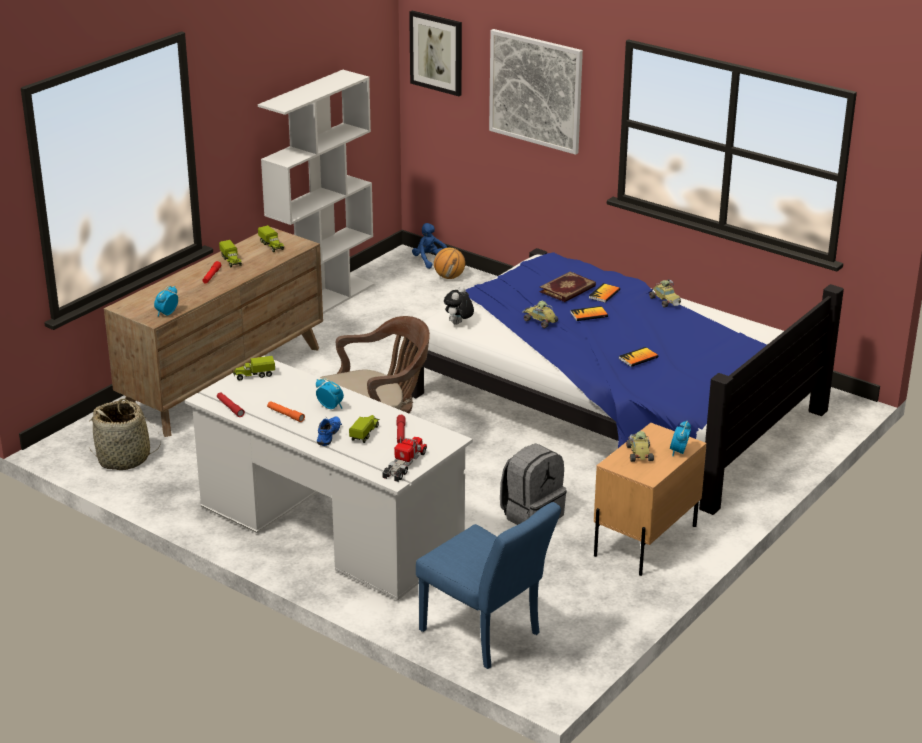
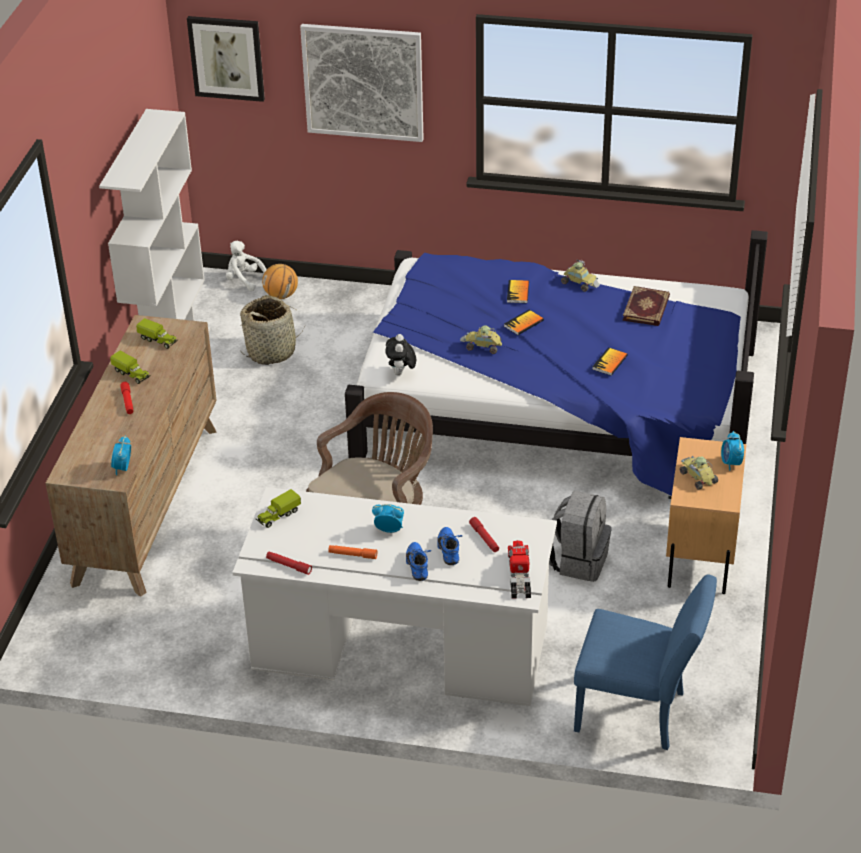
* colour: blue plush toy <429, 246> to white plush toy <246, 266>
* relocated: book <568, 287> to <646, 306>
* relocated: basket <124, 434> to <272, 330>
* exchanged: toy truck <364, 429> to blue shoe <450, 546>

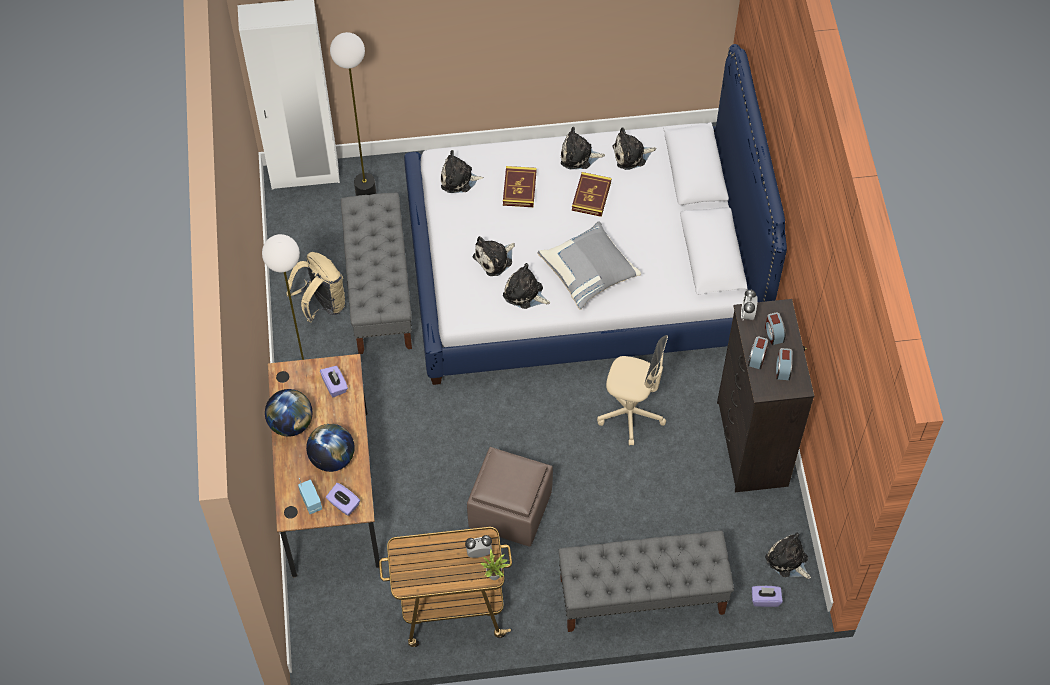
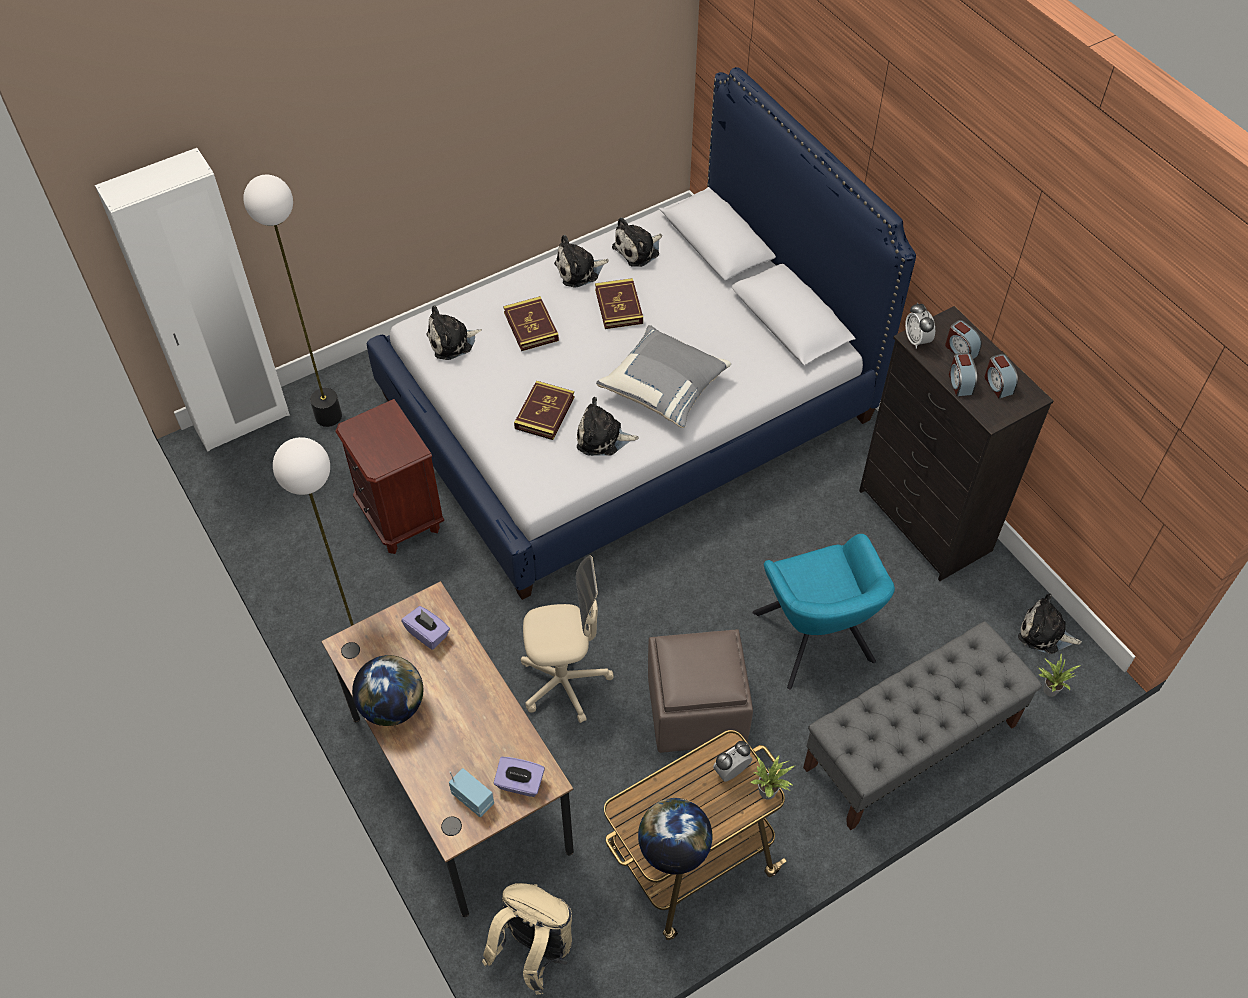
* exchanged: grey bench <376, 273> to brown nightstand <389, 476>
* exchanged: plush toy <494, 256> to book <544, 410>
* relocated: beige backpack <315, 287> to <527, 939>
* relocated: beige office chair <632, 390> to <567, 639>
* relocated: globe <330, 448> to <675, 836>
* exchanged: purple tissue box <767, 596> to potted plant <1059, 675>
* appeared: turquoise armchair <823, 612>

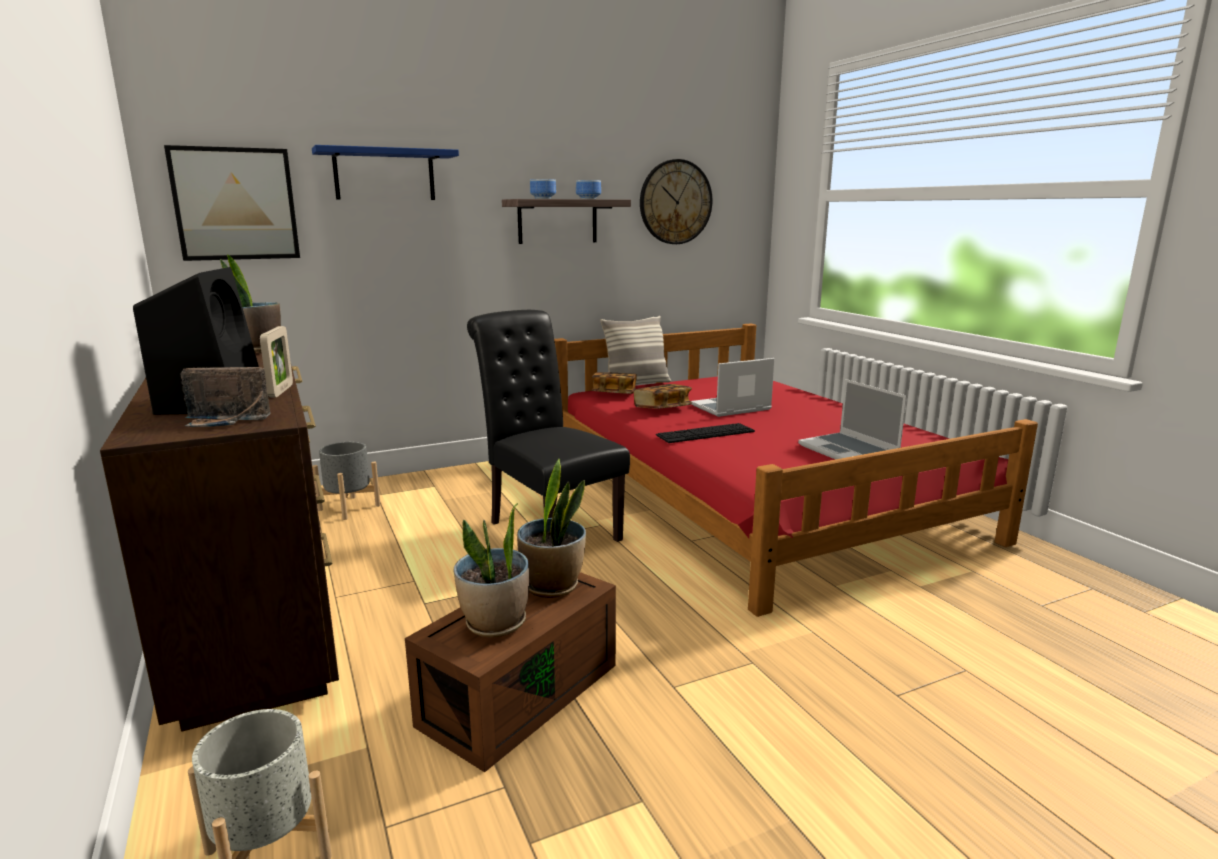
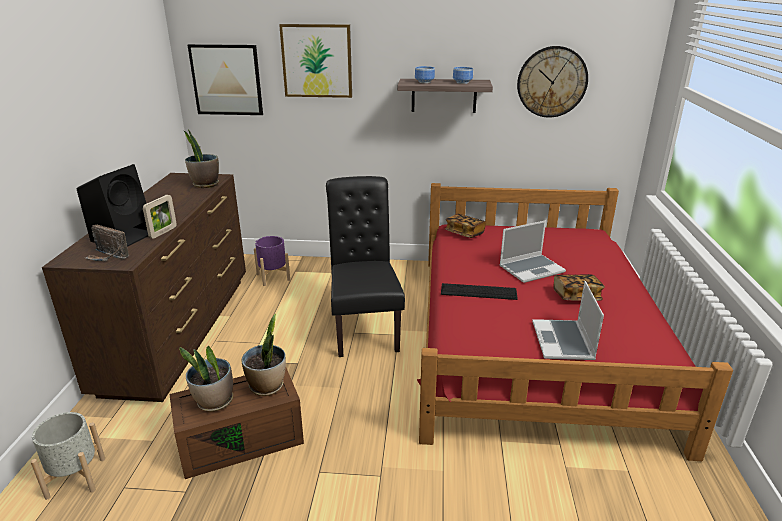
* exchanged: blue shelf <385, 172> to picture <315, 61>
* missing: pillow <635, 350>
* spun: laptop <733, 387> = <533, 251> 150 degrees clockwise
* relocated: book <663, 396> to <579, 287>
* colour: grey planter <346, 481> to purple planter <272, 261>

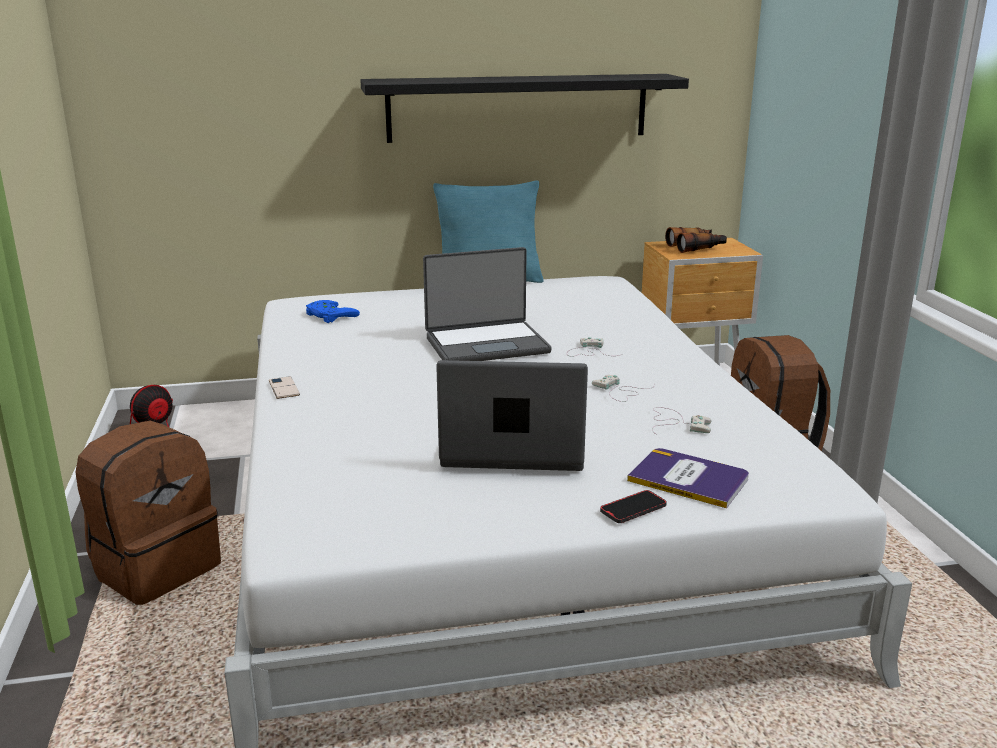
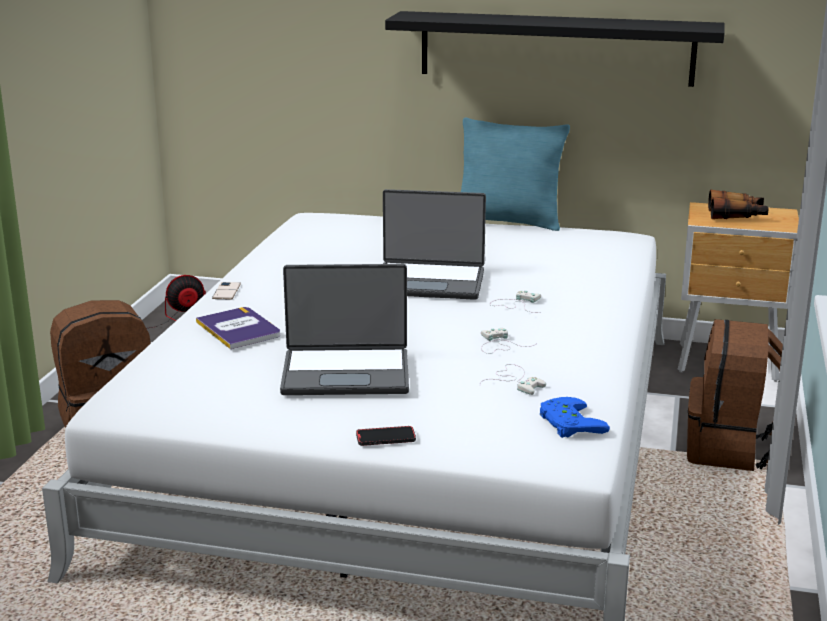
* relocated: blue game controller <333, 311> to <575, 417>
* spun: laptop <512, 415> = <344, 329> 150 degrees clockwise
* relocated: book <688, 478> to <238, 328>

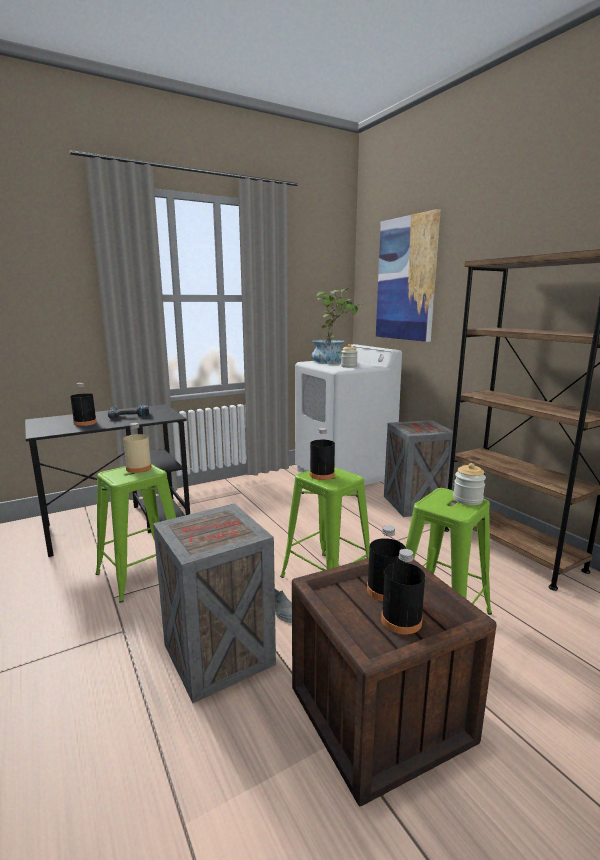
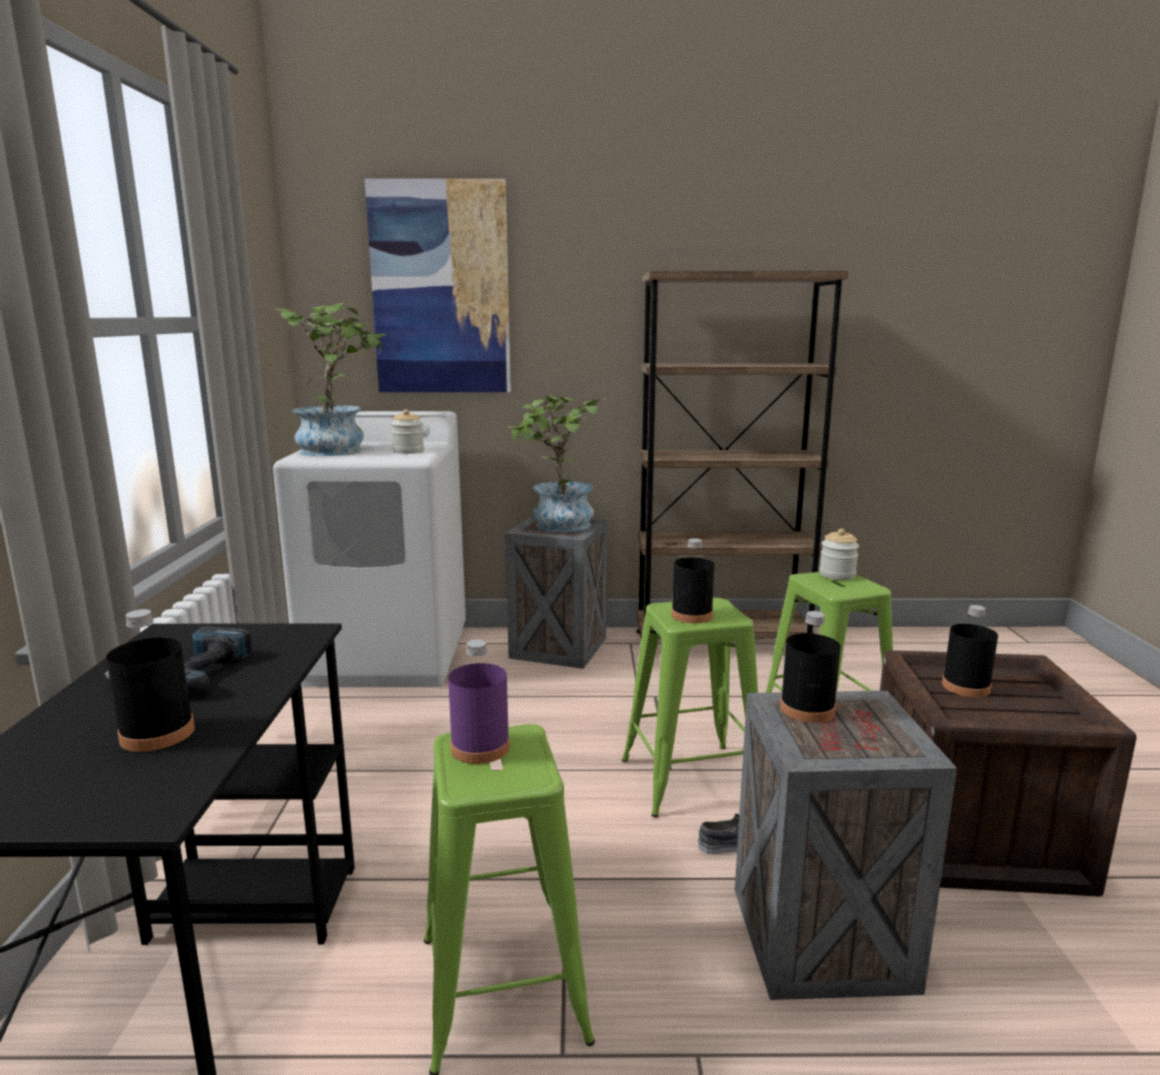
* colour: beige bottle <137, 448> to purple bottle <479, 701>
* relocated: black bottle <403, 592> to <810, 667>
* appeared: potted plant <557, 464>

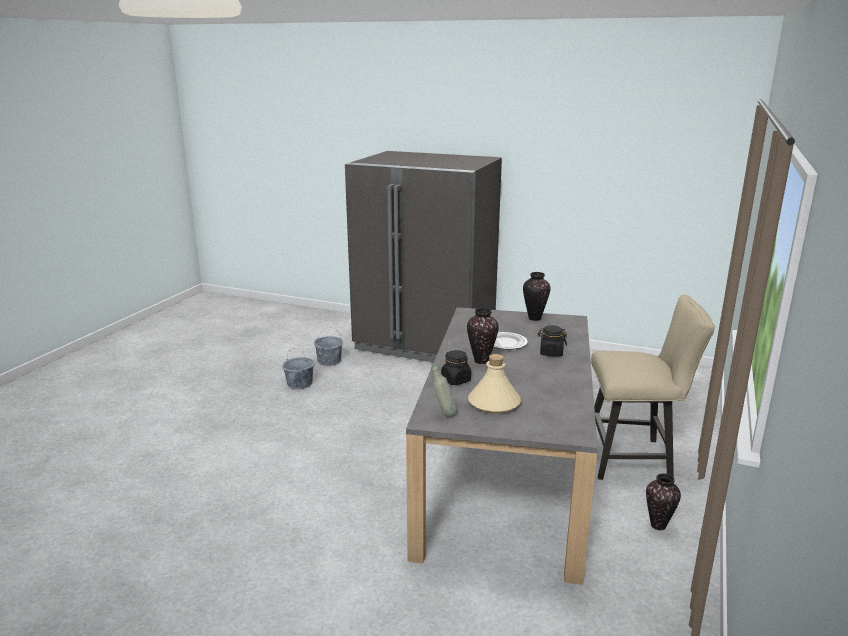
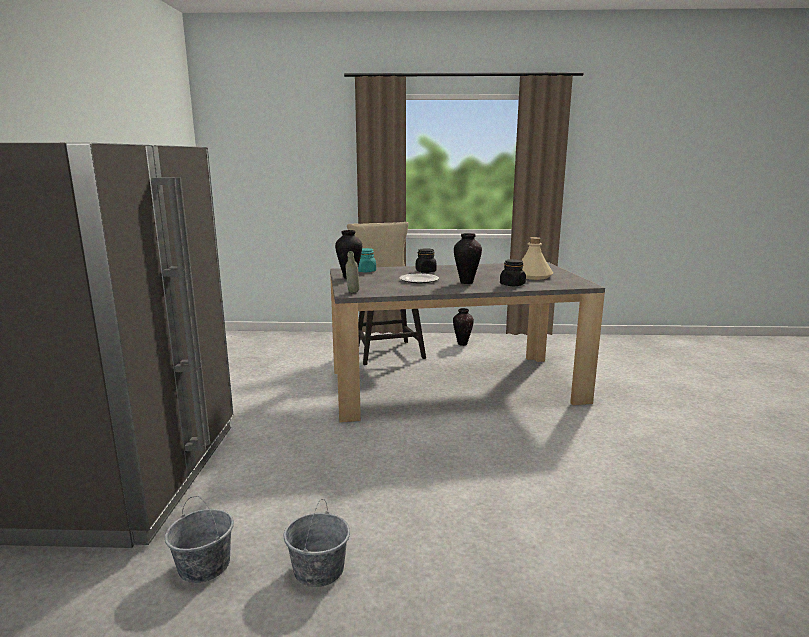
* relocated: grey bottle <444, 390> to <352, 272>
* appeared: turquoise jar <367, 260>

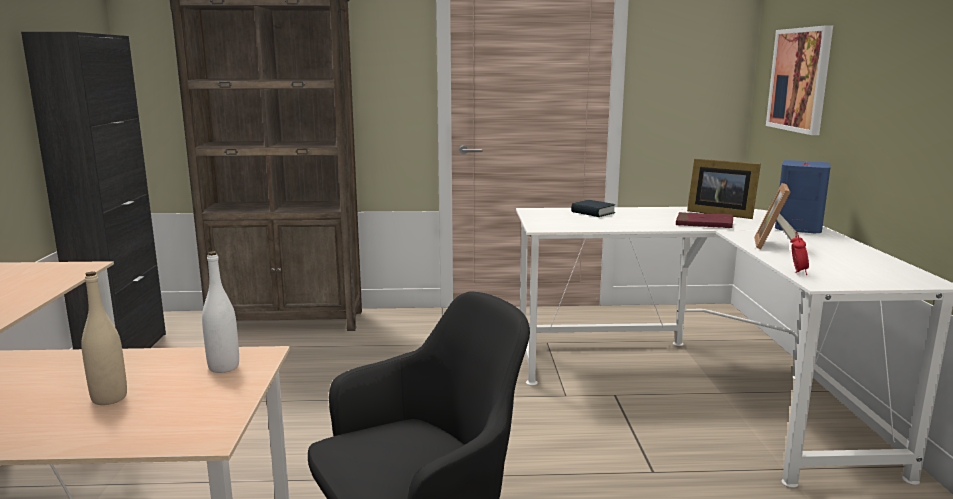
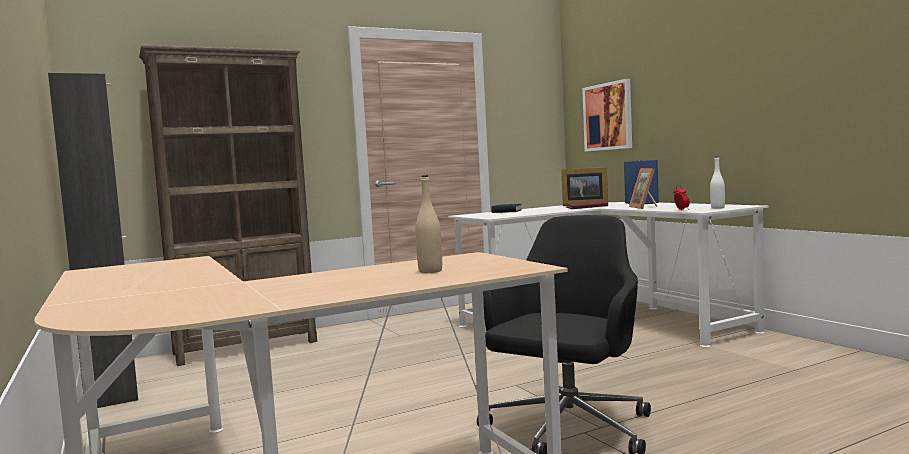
* relocated: white bottle <220, 312> to <717, 183>

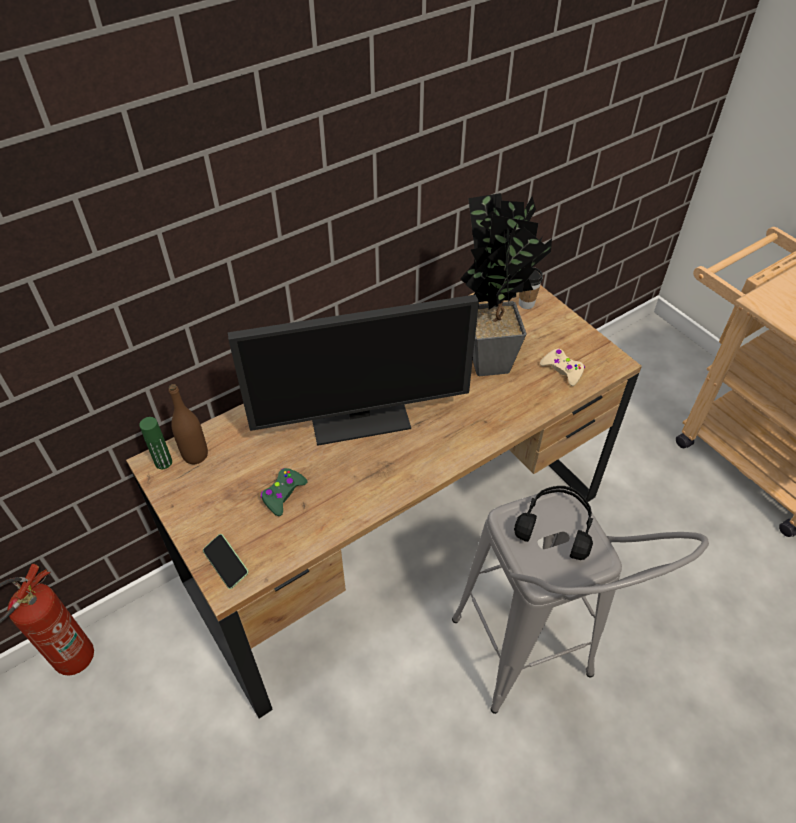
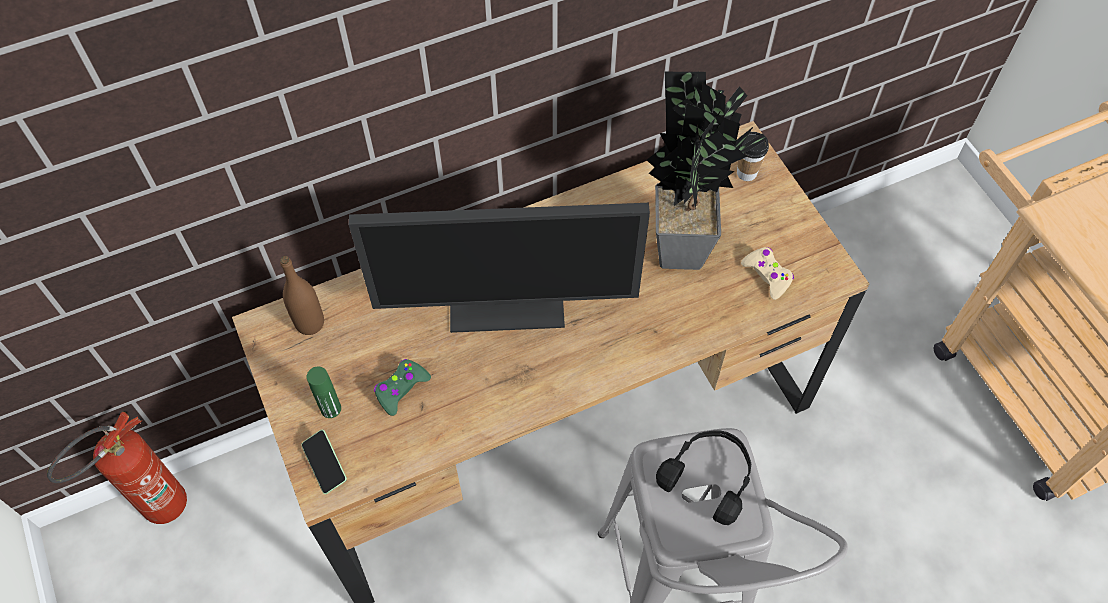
* relocated: green bottle <155, 443> to <324, 392>

